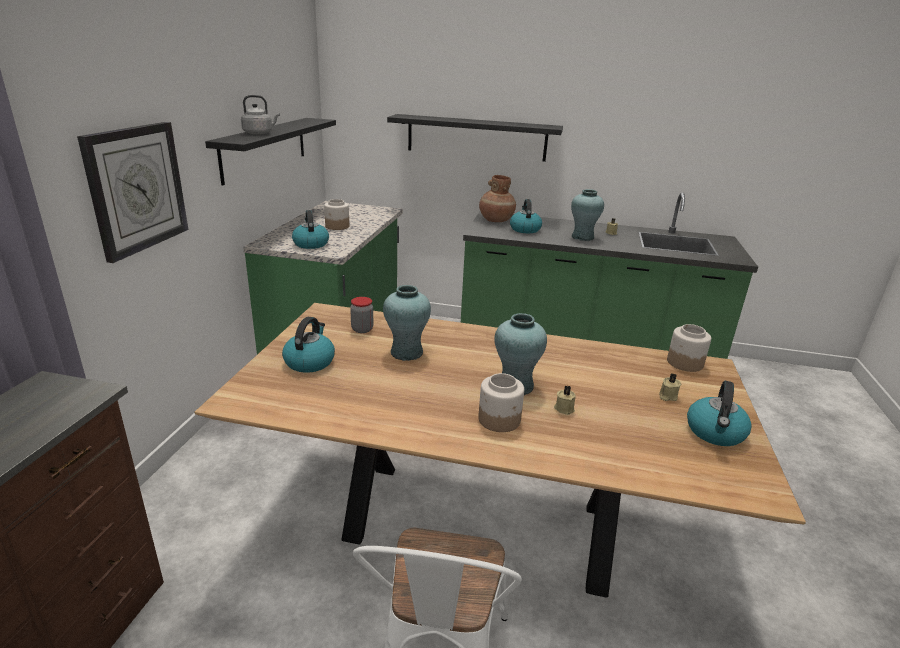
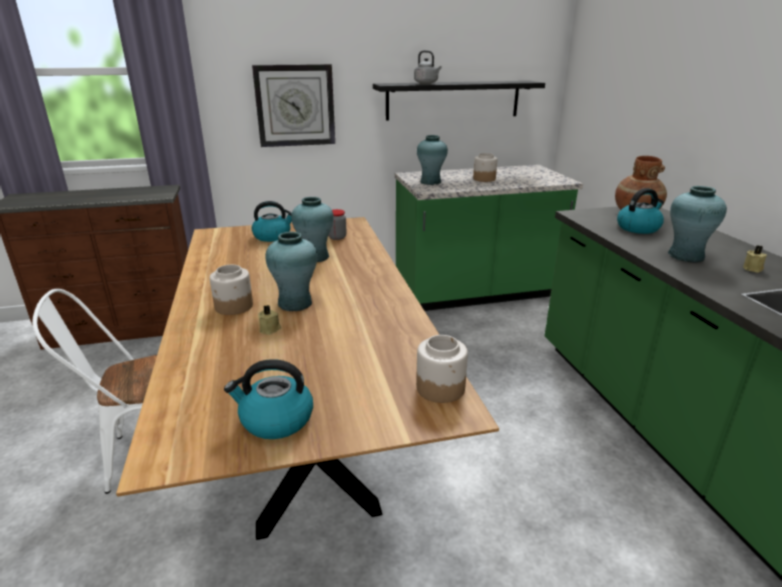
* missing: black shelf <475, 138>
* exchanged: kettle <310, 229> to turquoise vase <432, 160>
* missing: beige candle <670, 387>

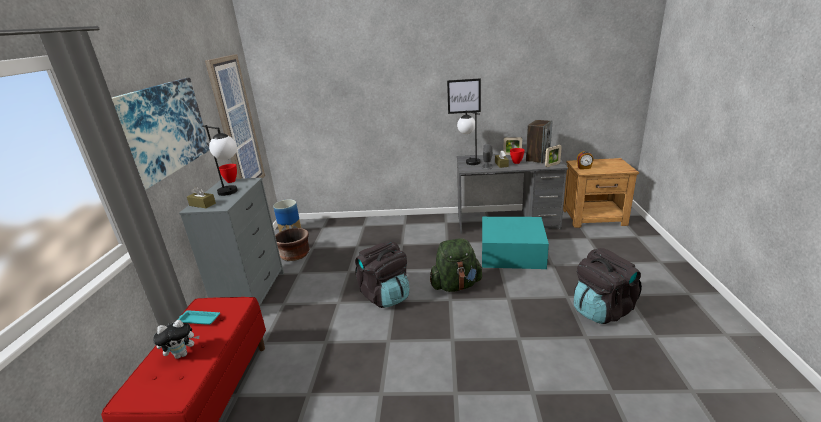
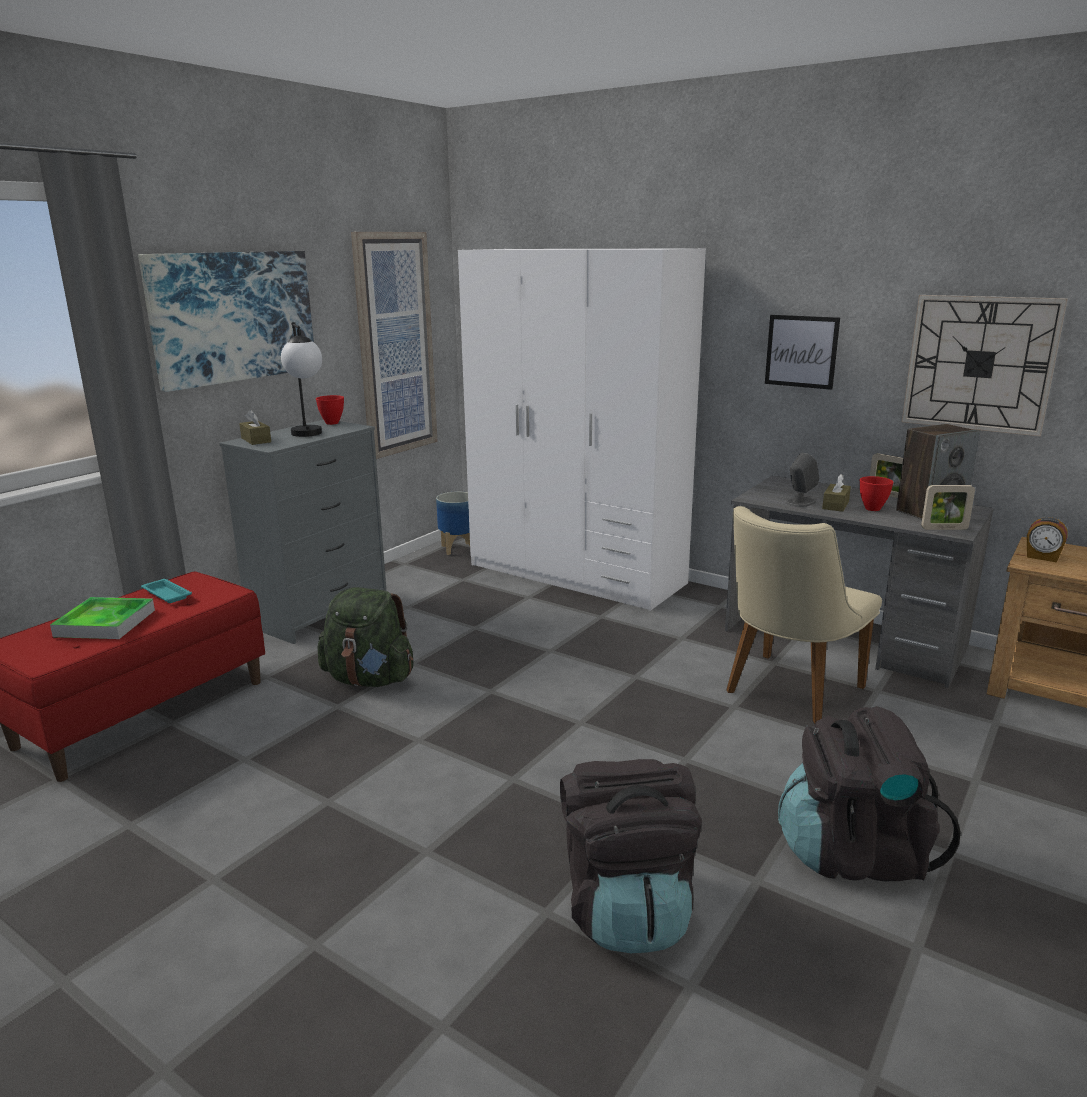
* missing: table lamp <468, 137>
* exchanged: turquoise storage box <515, 243> to beige chair <804, 615>
* missing: brown planter <292, 244>
* relocated: green backpack <456, 265> to <365, 637>
* relocated: black backpack <382, 274> to <631, 856>
* exchanged: plush toy <176, 339> to tray <102, 618>
* appeared: white wardrobe <582, 429>
* appeared: wall clock <985, 365>

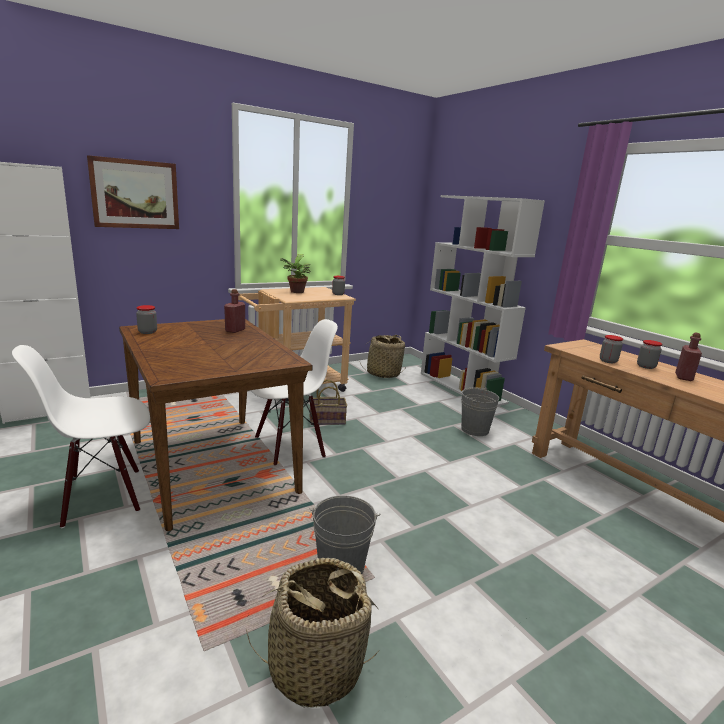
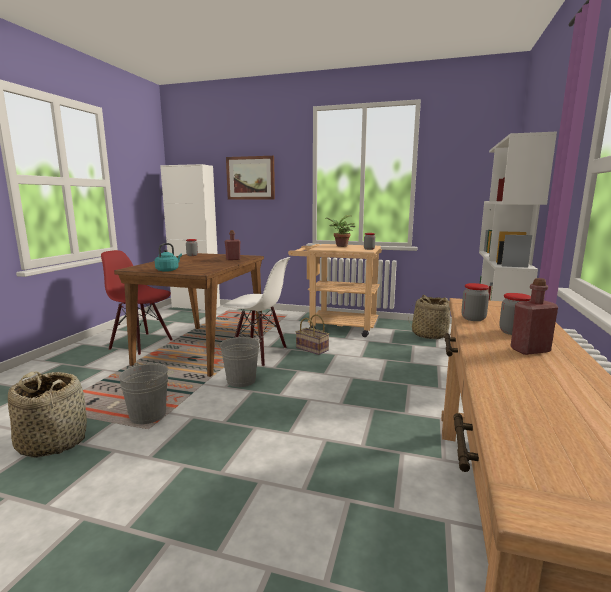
* colour: white chair <81, 436> to red chair <136, 302>
* relocated: grey bucket <480, 411> to <239, 362>
* appeared: turquoise kettle <168, 257>

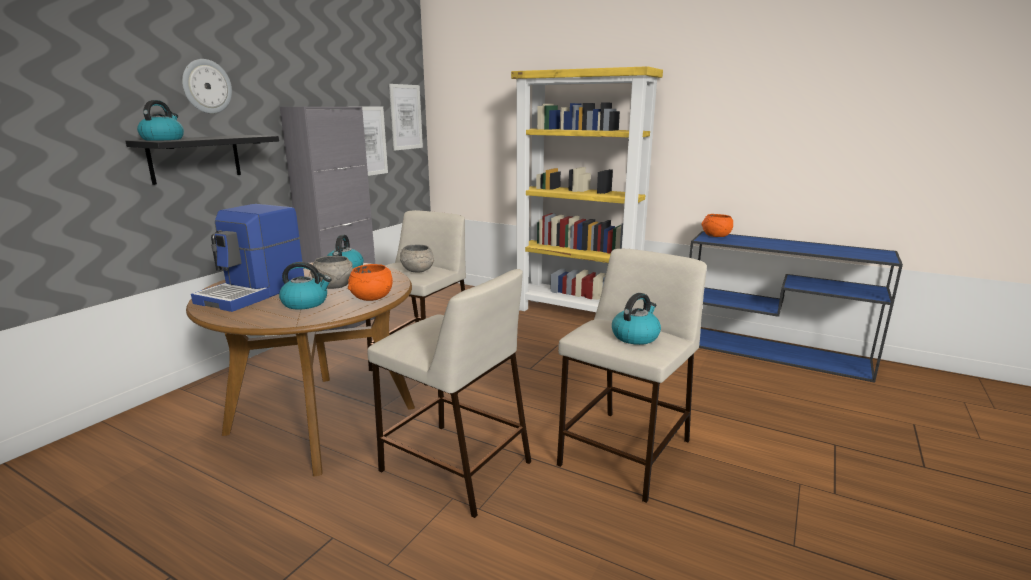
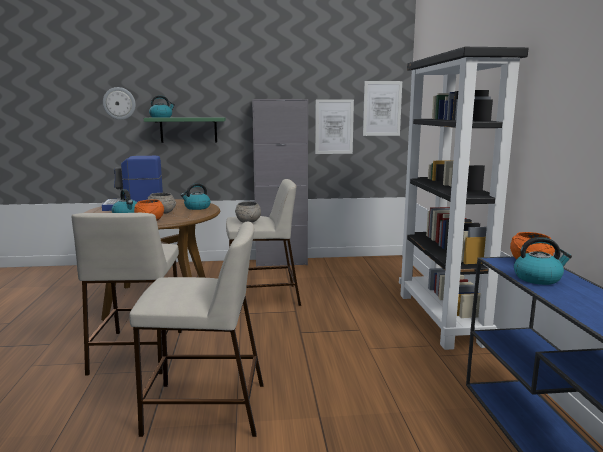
* relocated: wall clock <207, 86> to <119, 103>
* colour: yellow bookcase <587, 189> to black bookcase <464, 198>
* colour: black shelf <202, 160> to green shelf <185, 130>
* relocated: kettle <636, 319> to <543, 261>

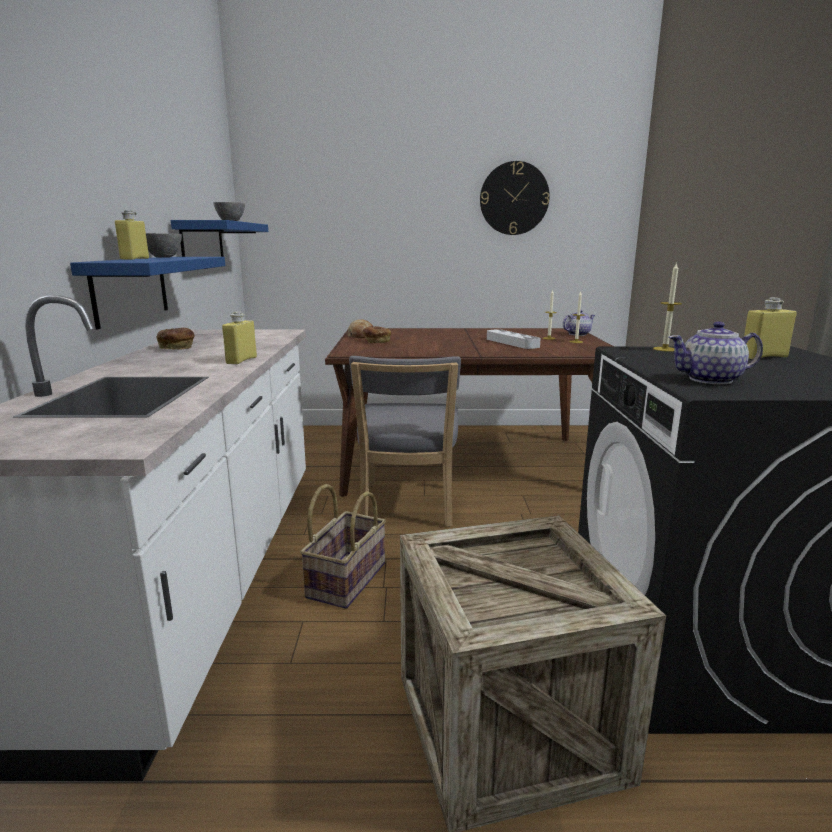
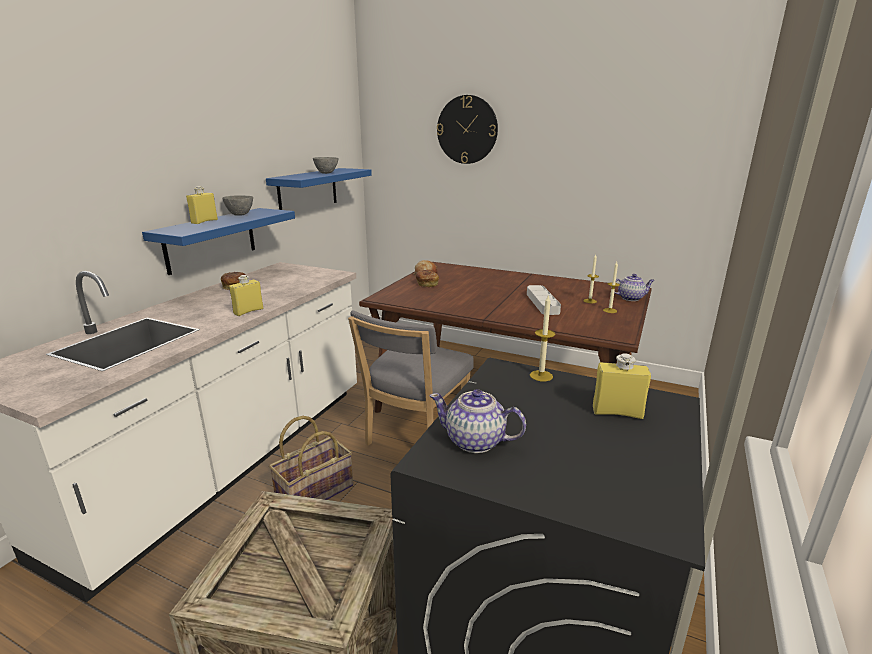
* relocated: wall clock <515, 198> to <467, 129>

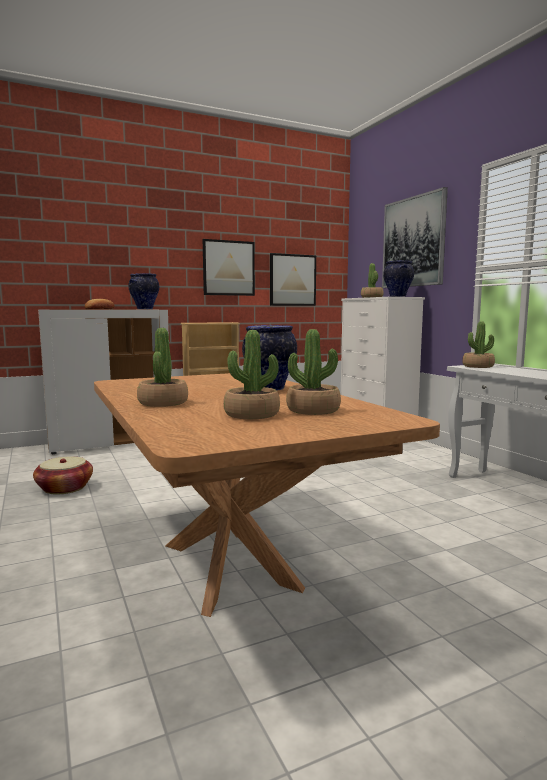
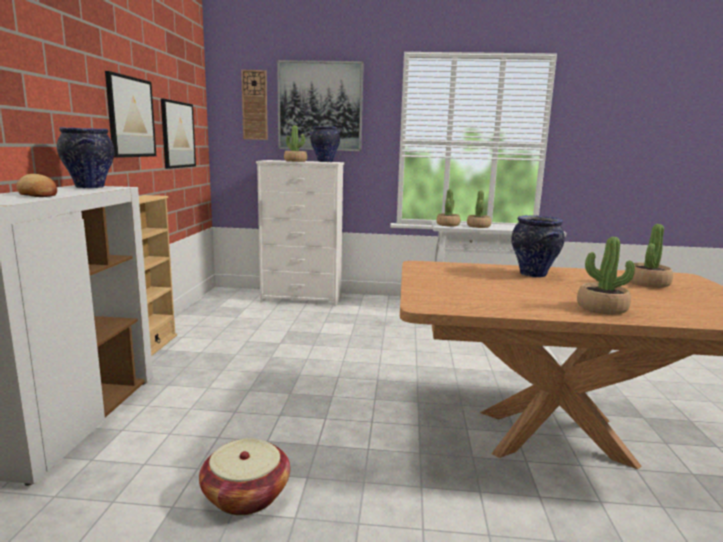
* relocated: potted plant <251, 374> to <479, 209>
* appeared: wall clock <254, 105>

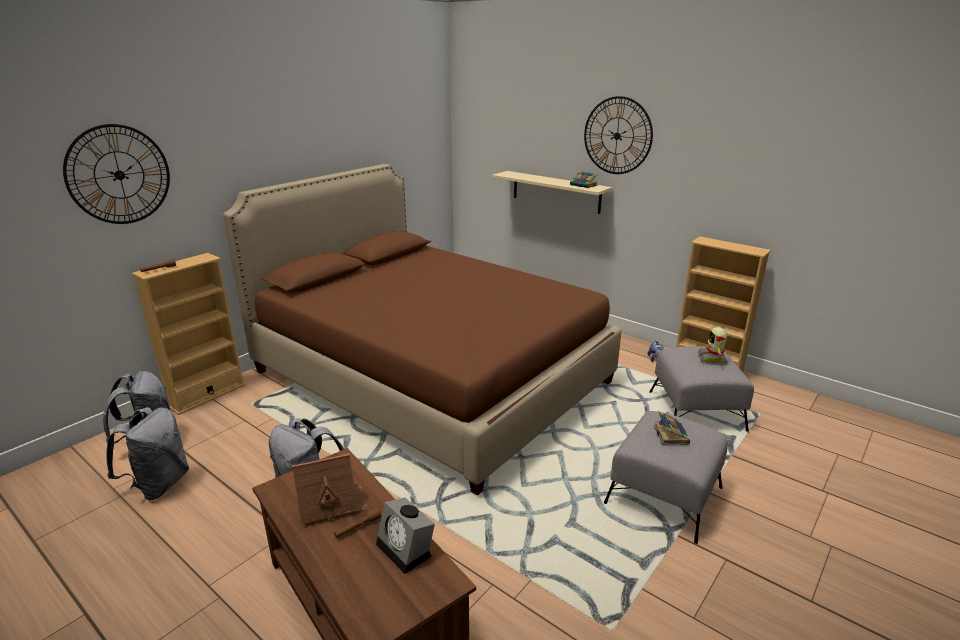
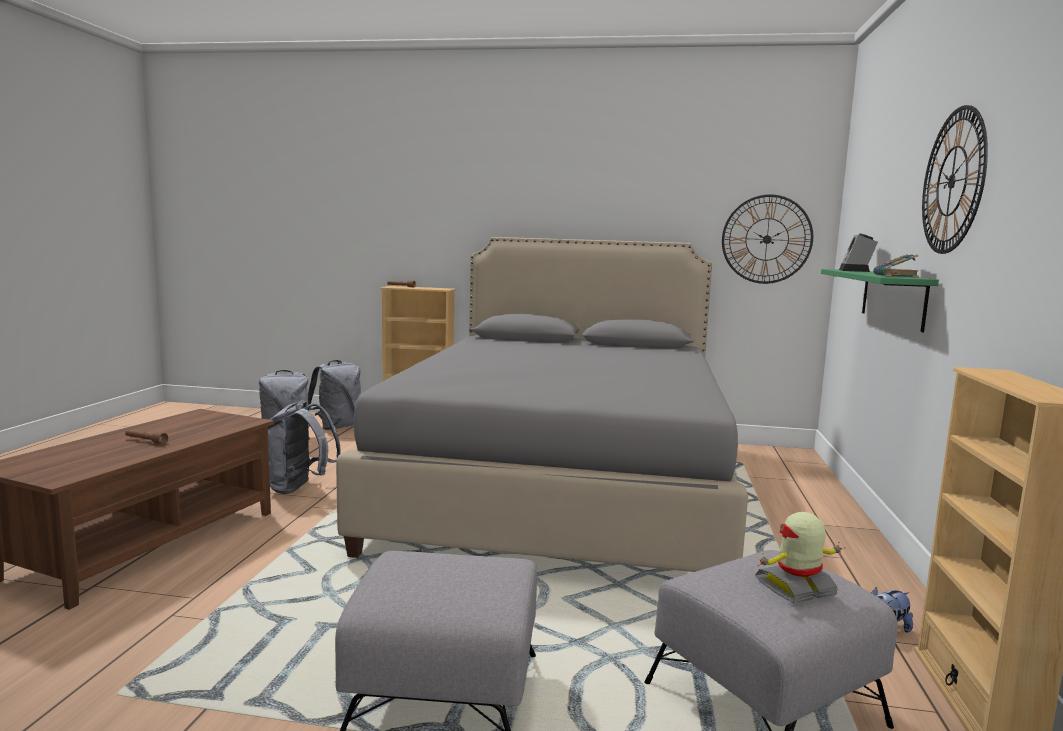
* relocated: wall clock <116, 174> to <767, 239>
* colour: brown bed <422, 330> to grey bed <542, 404>
* colour: beige shelf <552, 192> to green shelf <880, 300>
* missing: book <671, 428>
* missing: toy house <330, 489>
* relocated: alarm clock <405, 536> to <858, 253>

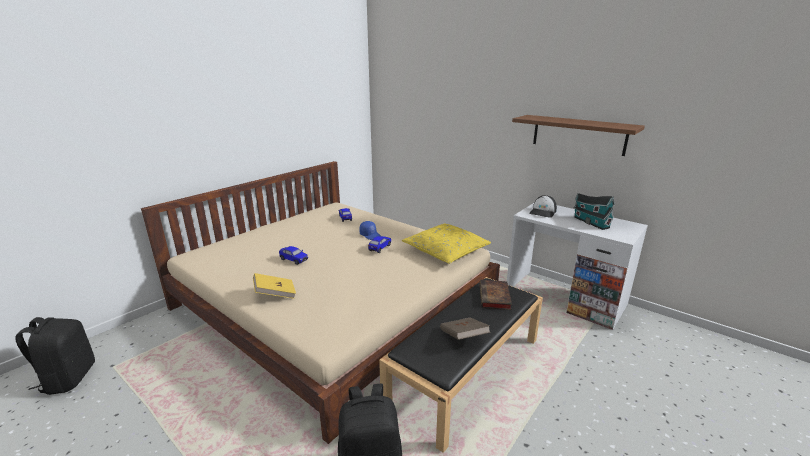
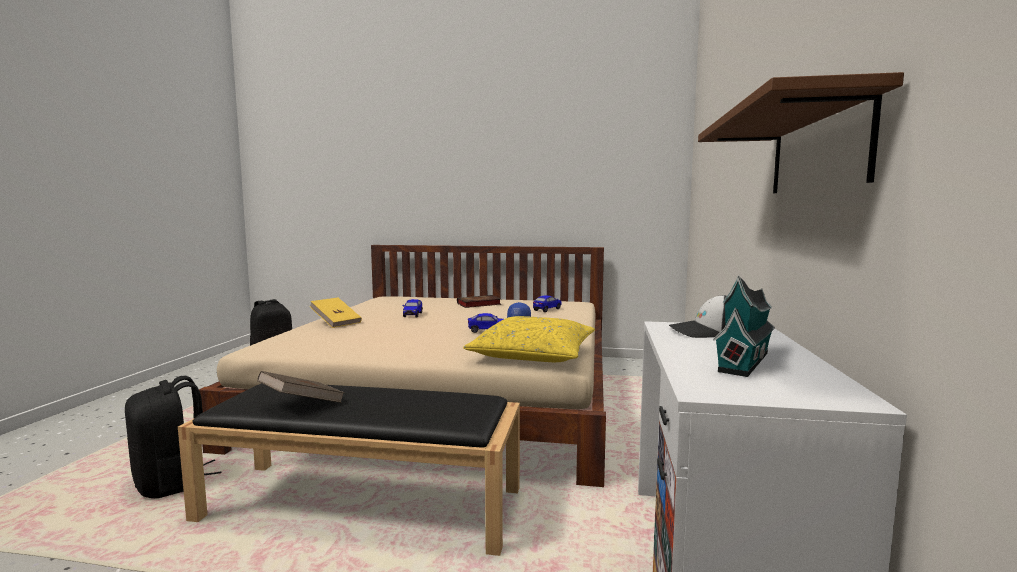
* relocated: book <495, 295> to <479, 301>

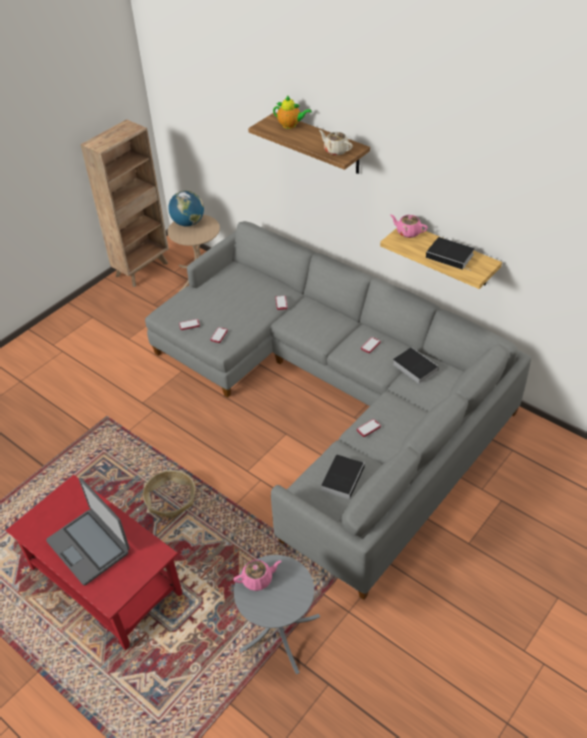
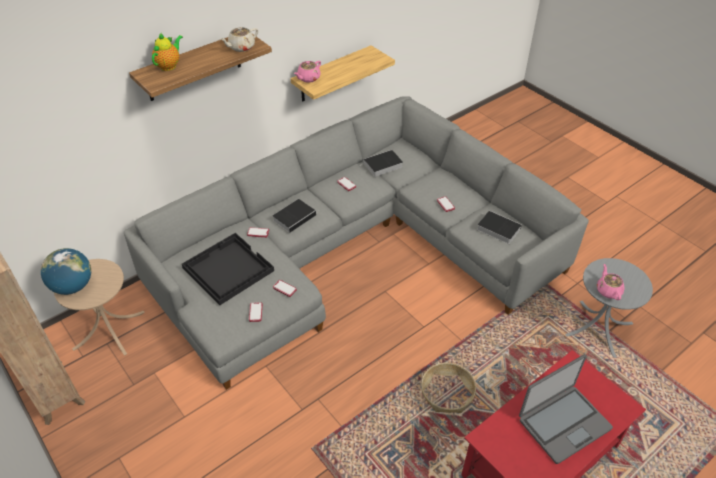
* relocated: book <450, 254> to <296, 216>
* appeared: black tray <228, 269>

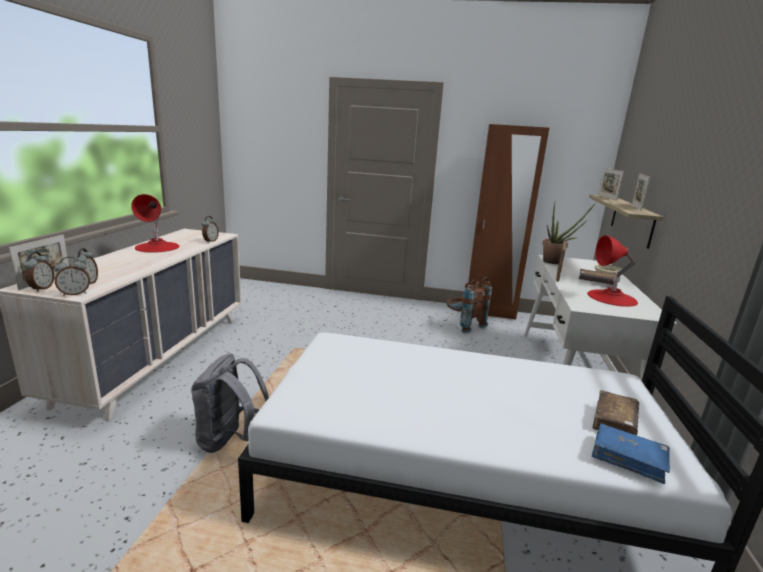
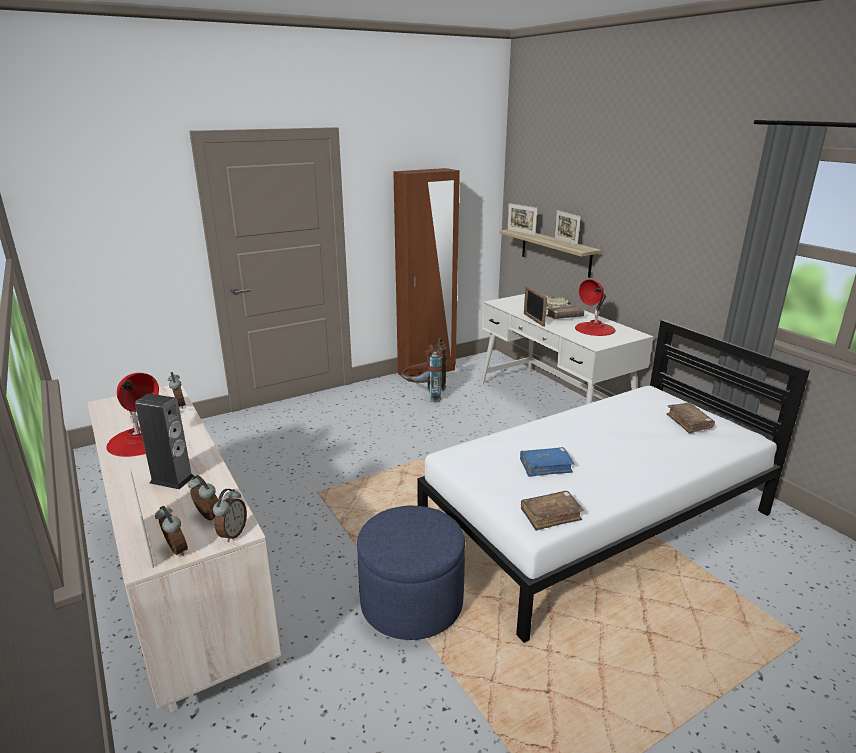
* missing: potted plant <569, 233>
* exchanged: grey backpack <230, 403> to blue ottoman <411, 573>
* relocated: blue book <631, 453> to <547, 462>
* appeared: speaker <164, 441>
* appeared: brown book <552, 511>

